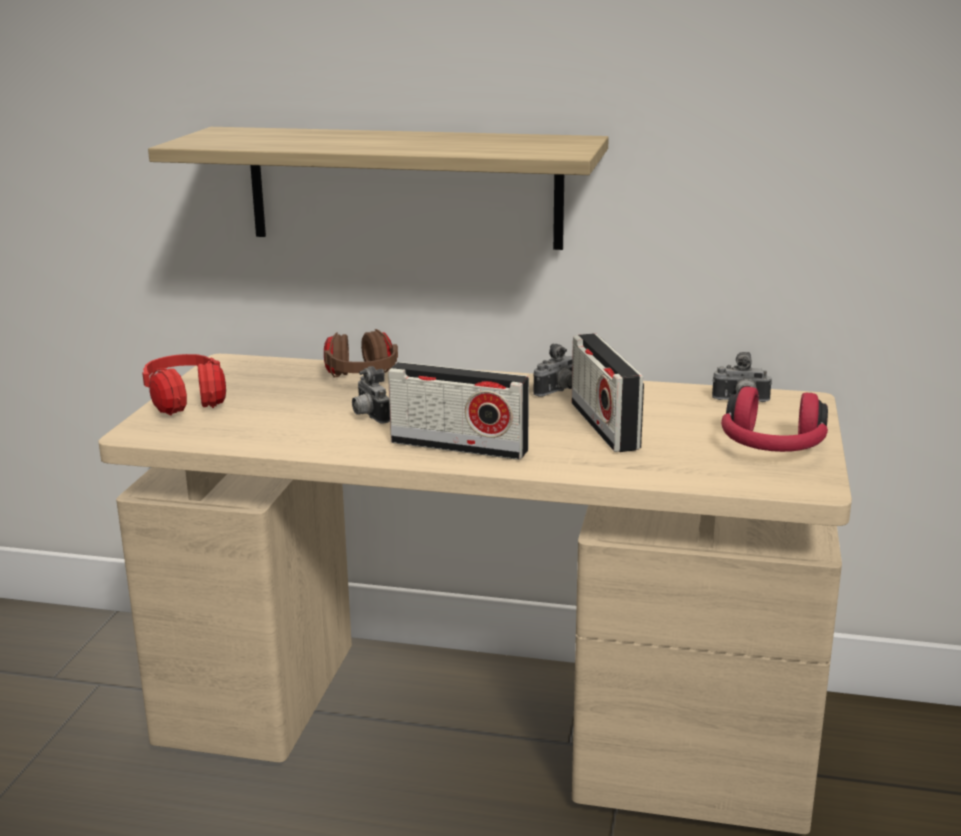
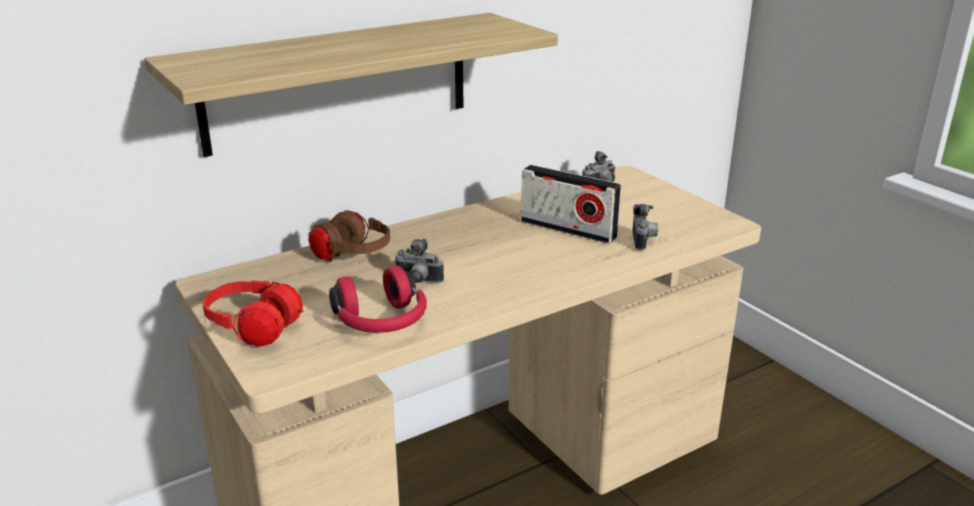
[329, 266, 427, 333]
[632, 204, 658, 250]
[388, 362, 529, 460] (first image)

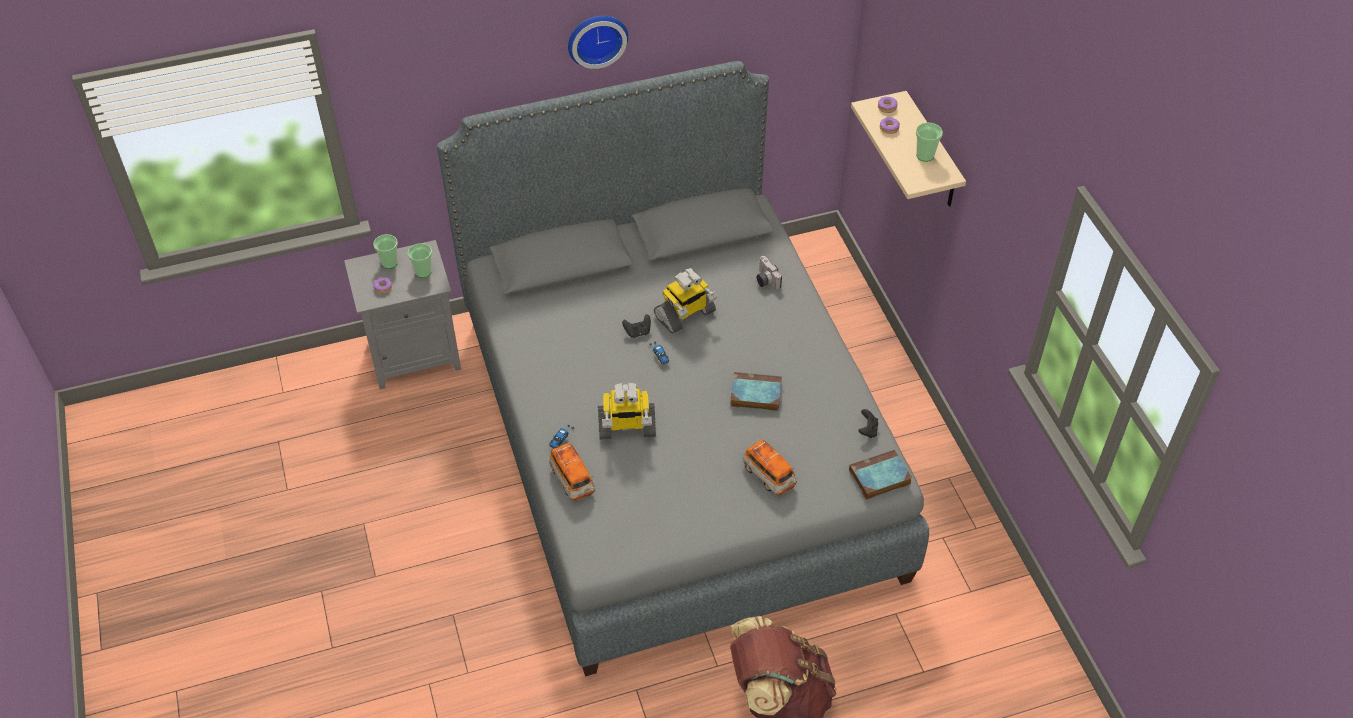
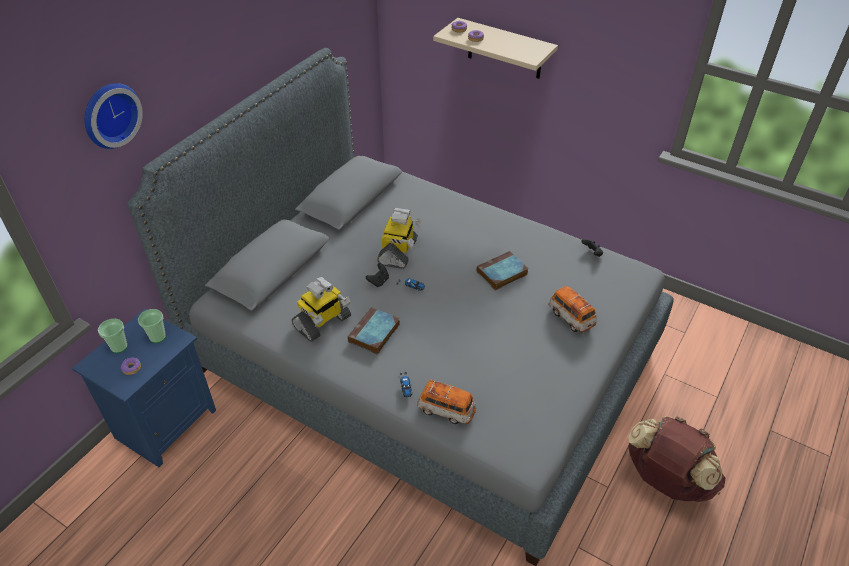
[72, 309, 216, 467]
[84, 83, 143, 149]
[291, 277, 351, 342]
[348, 307, 400, 355]
[548, 286, 597, 333]
[757, 256, 782, 290] (first image)
[916, 123, 943, 162] (first image)

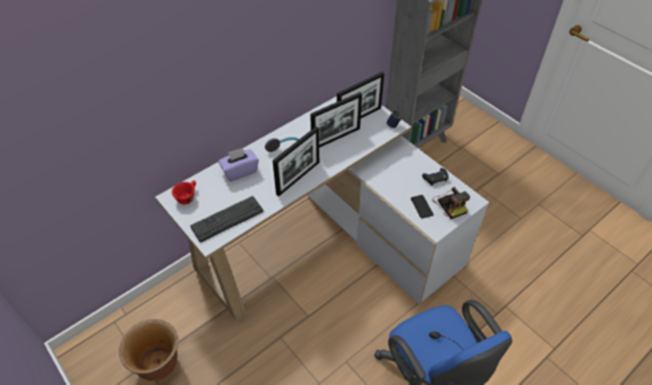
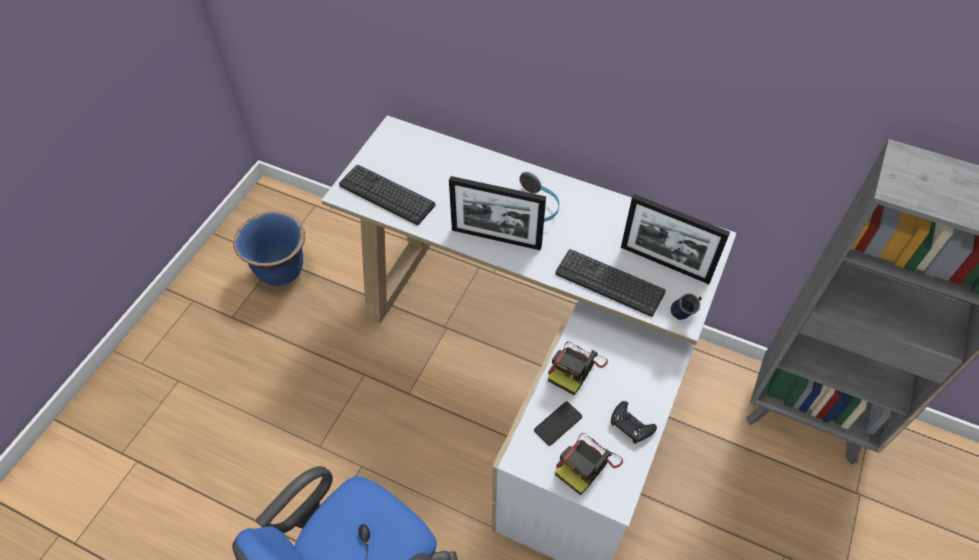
[234, 211, 305, 286]
[548, 342, 608, 395]
[555, 249, 666, 317]
[172, 181, 196, 204] (first image)
[218, 148, 259, 181] (first image)
[310, 92, 362, 148] (first image)

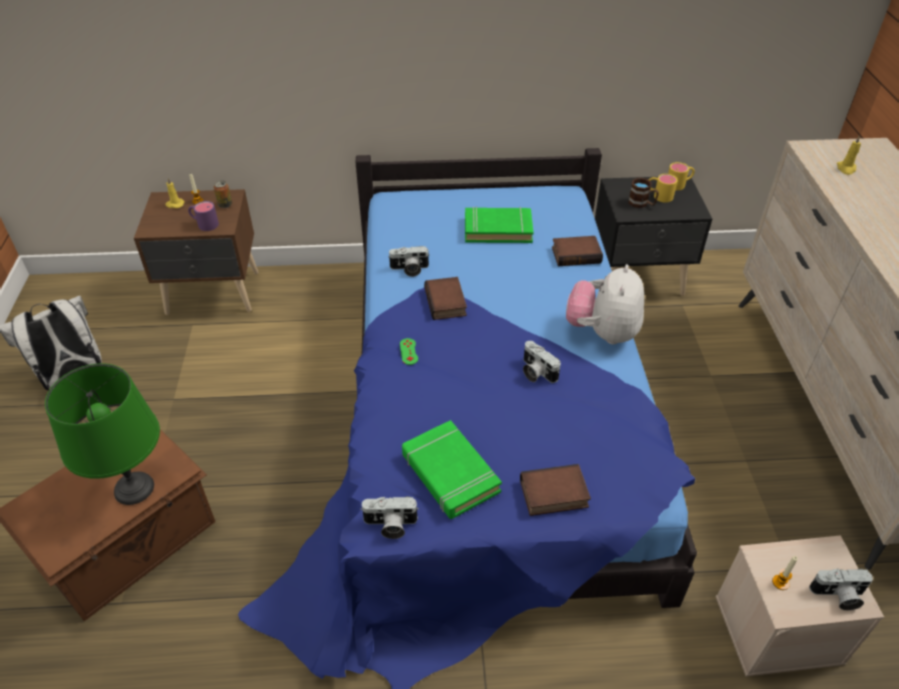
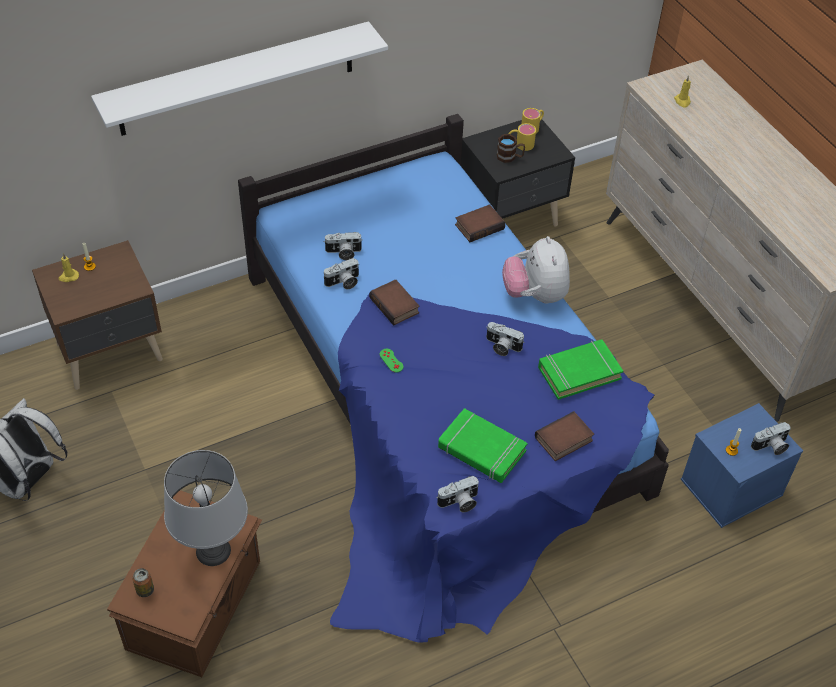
[91, 21, 388, 136]
[132, 568, 154, 597]
[164, 450, 248, 566]
[325, 232, 363, 260]
[538, 339, 623, 400]
[681, 403, 803, 528]
[188, 201, 219, 231] (first image)

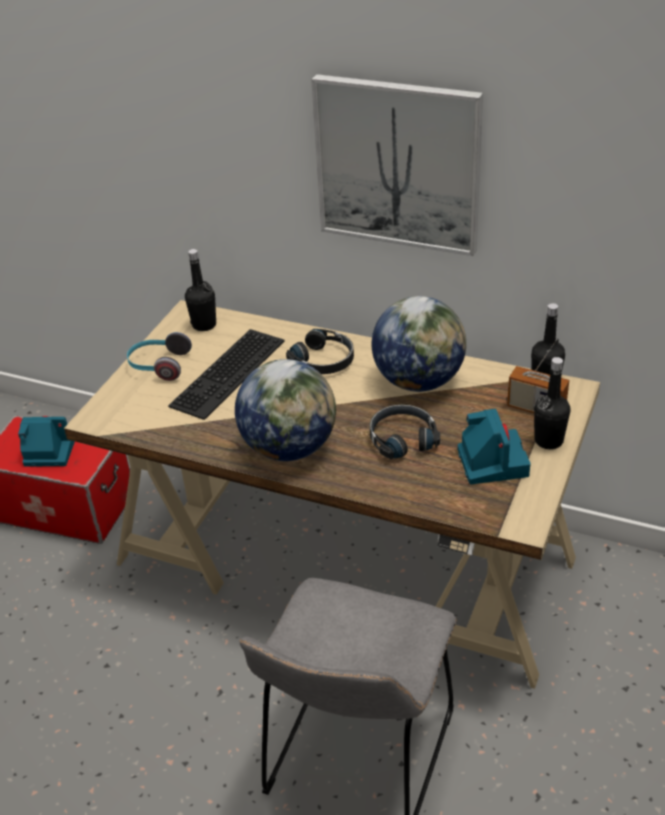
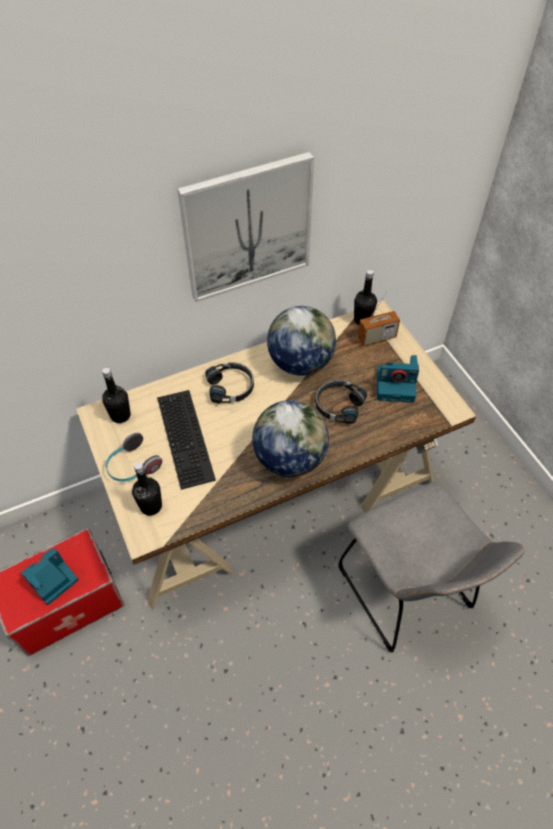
[132, 462, 162, 515]
[377, 355, 419, 403]

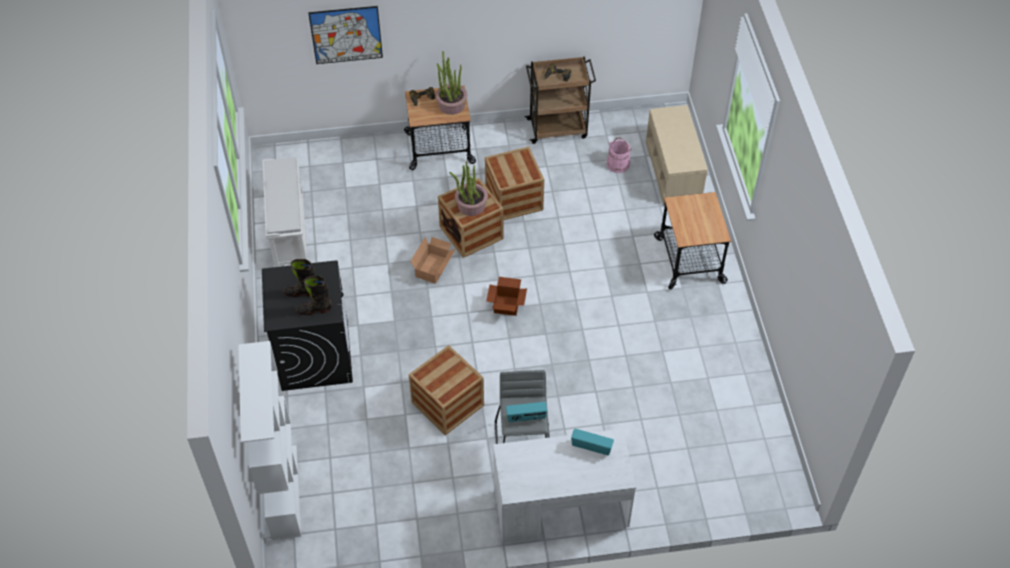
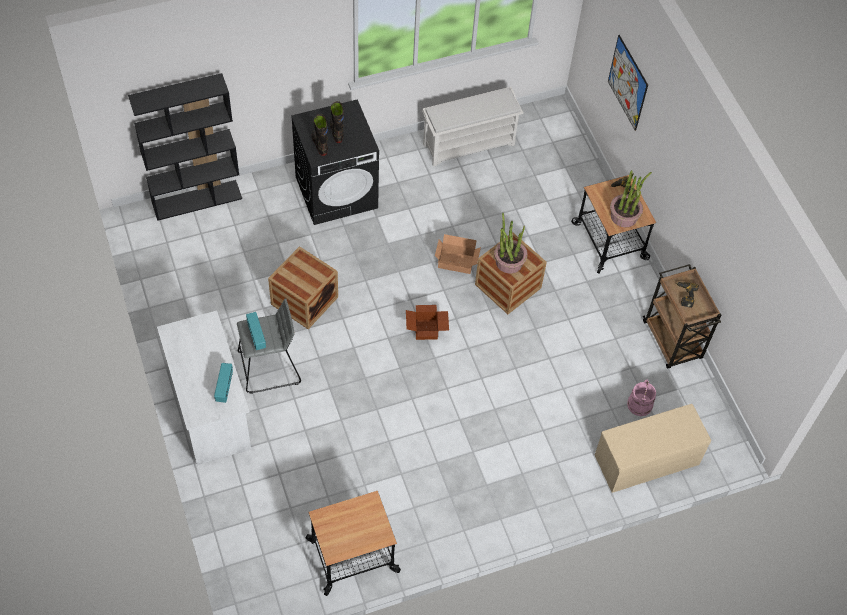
[128, 73, 242, 221]
[305, 491, 401, 596]
[485, 147, 544, 220] (first image)

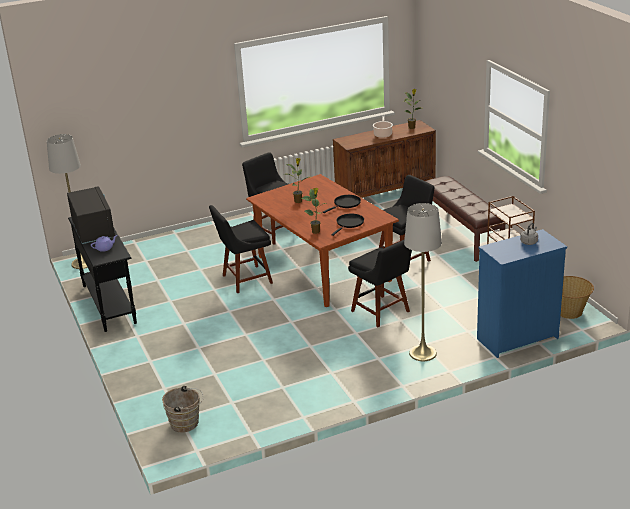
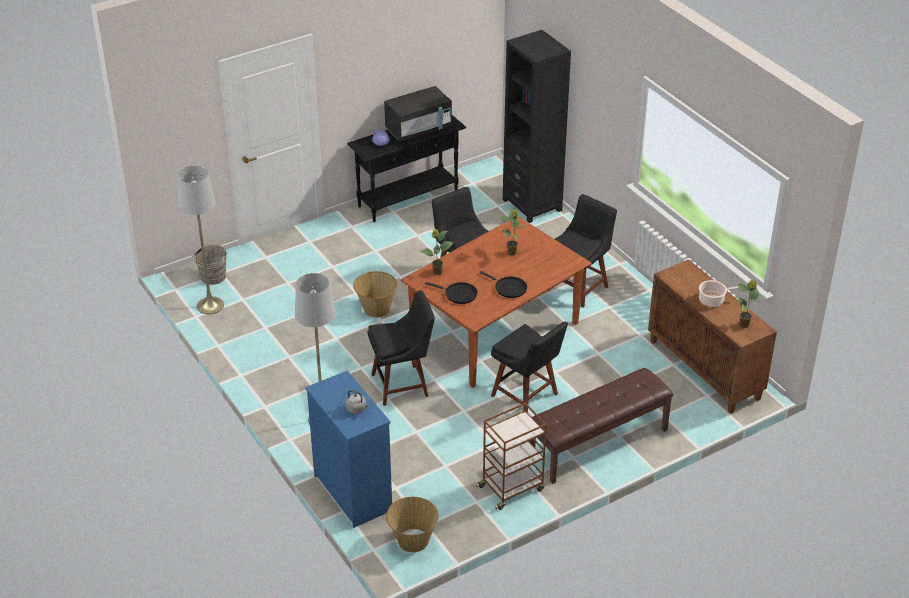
[178, 166, 224, 314]
[353, 271, 397, 318]
[368, 290, 435, 406]
[503, 30, 571, 223]

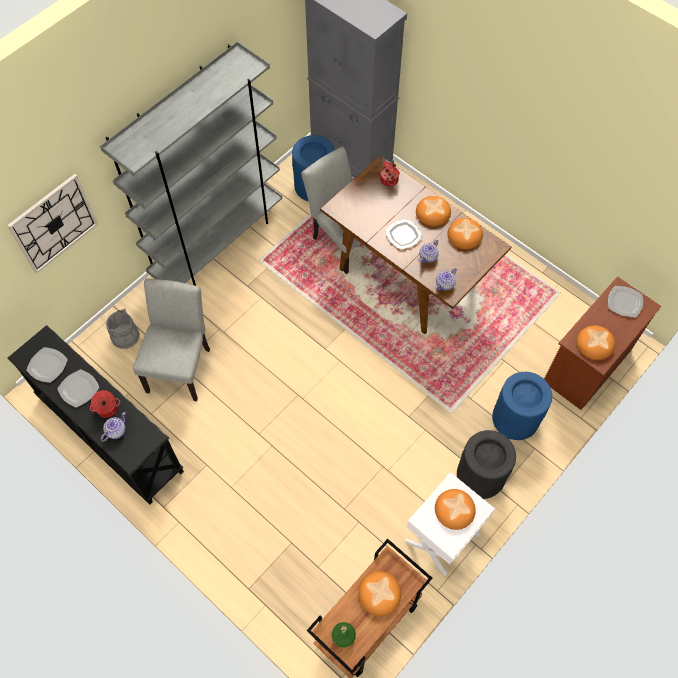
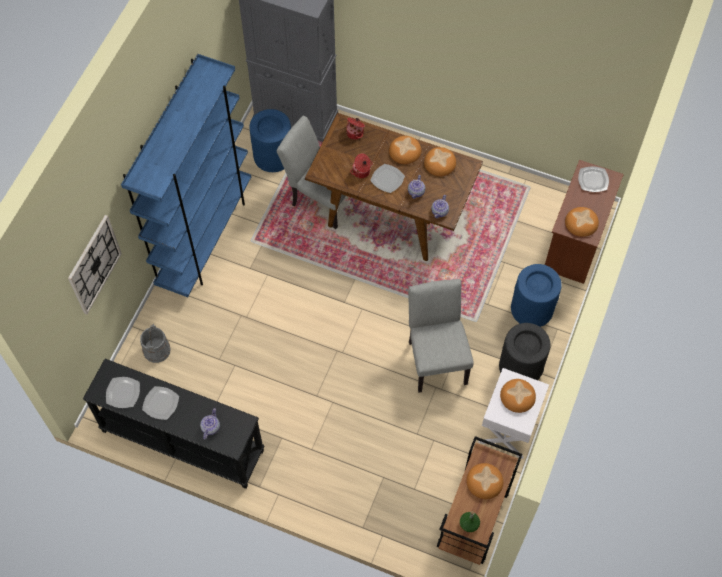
[121, 54, 251, 297]
[350, 154, 373, 178]
[408, 279, 474, 393]

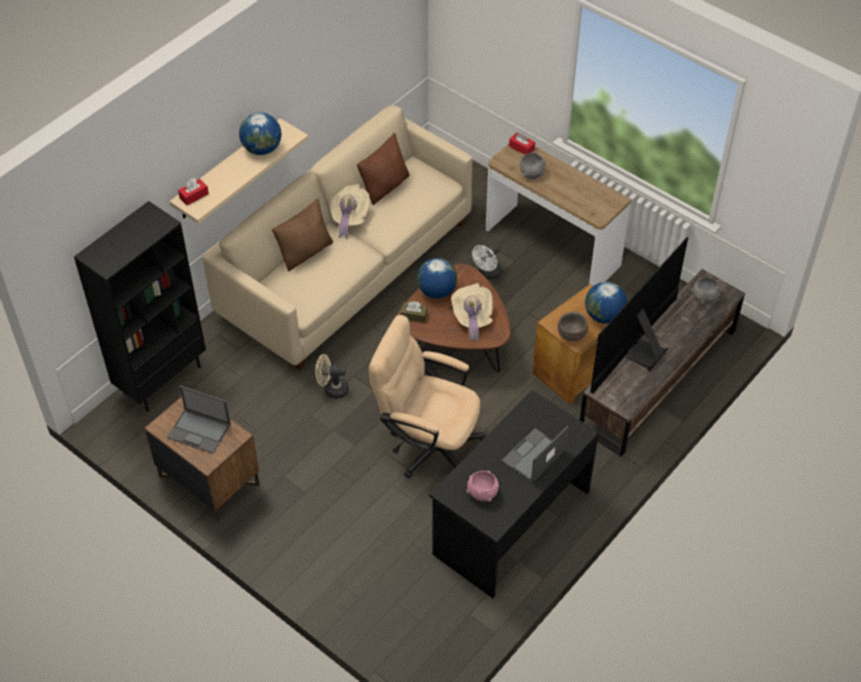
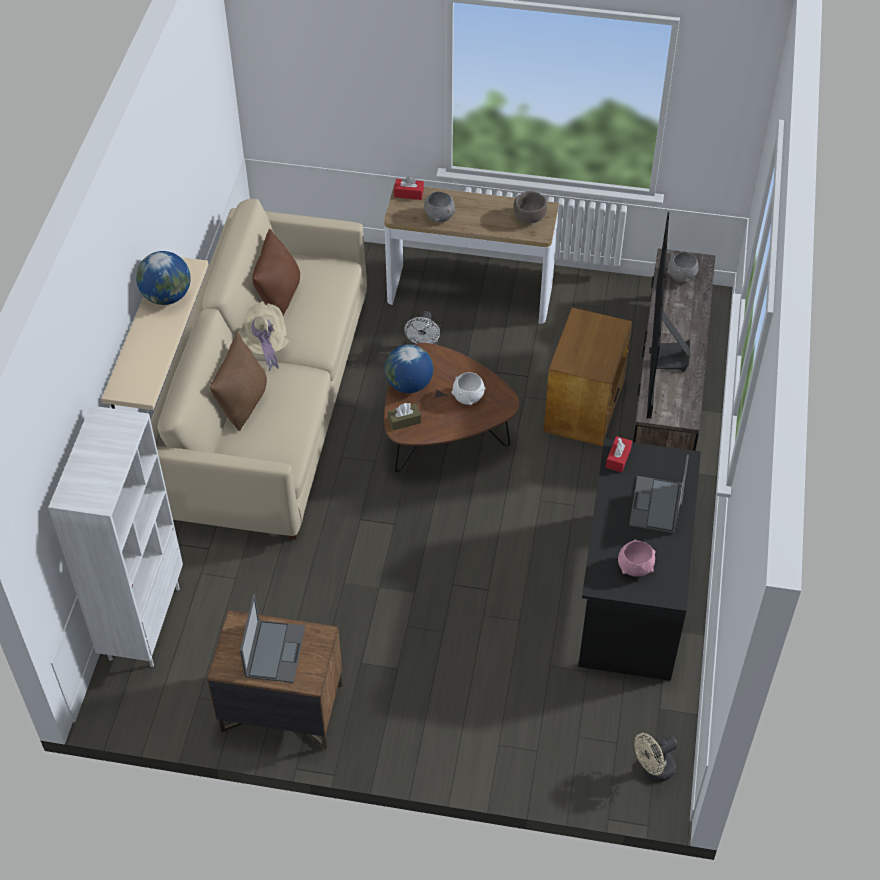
[48, 405, 183, 667]
[240, 594, 305, 683]
[451, 372, 486, 405]
[513, 191, 547, 224]
[606, 436, 632, 472]
[634, 733, 678, 782]
[369, 315, 486, 479] (first image)
[585, 282, 627, 324] (first image)

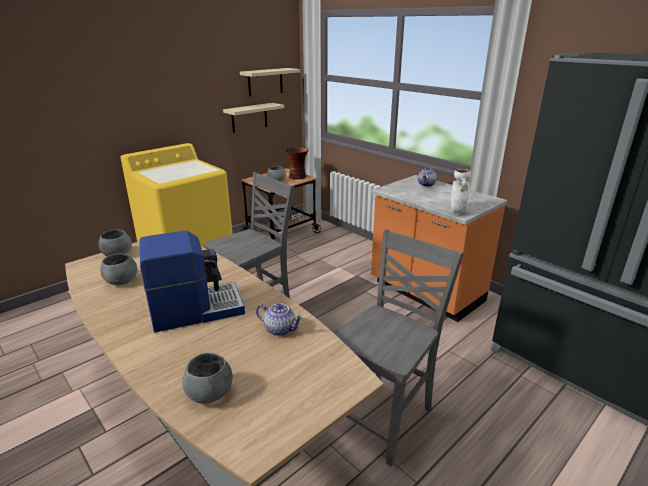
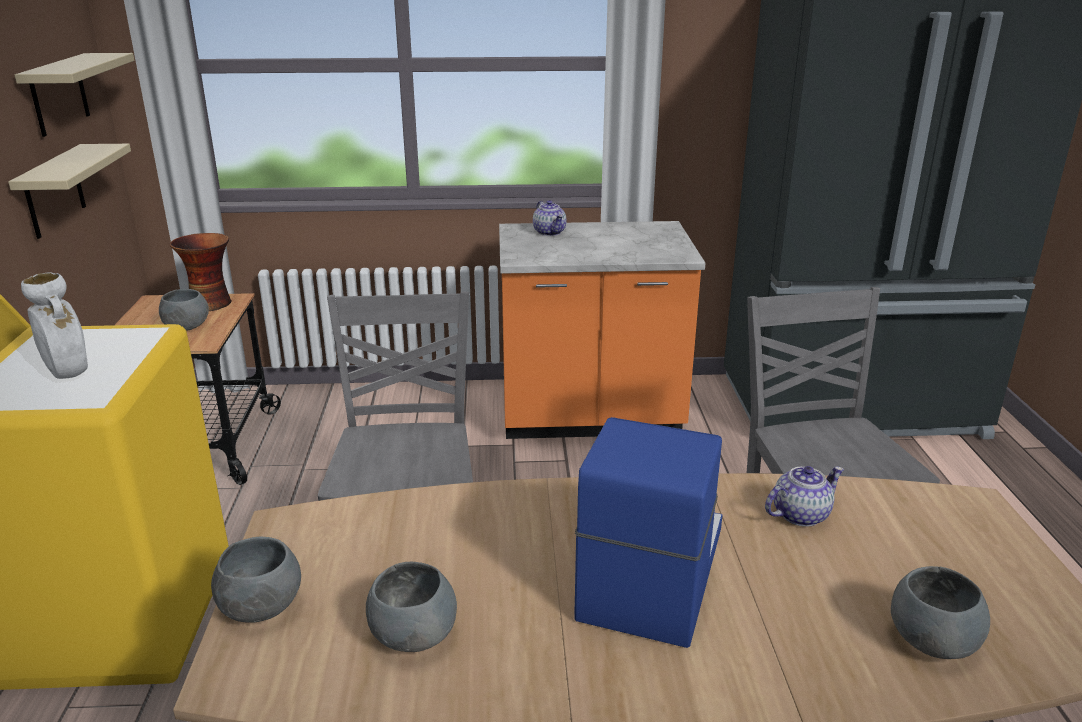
[21, 272, 88, 379]

